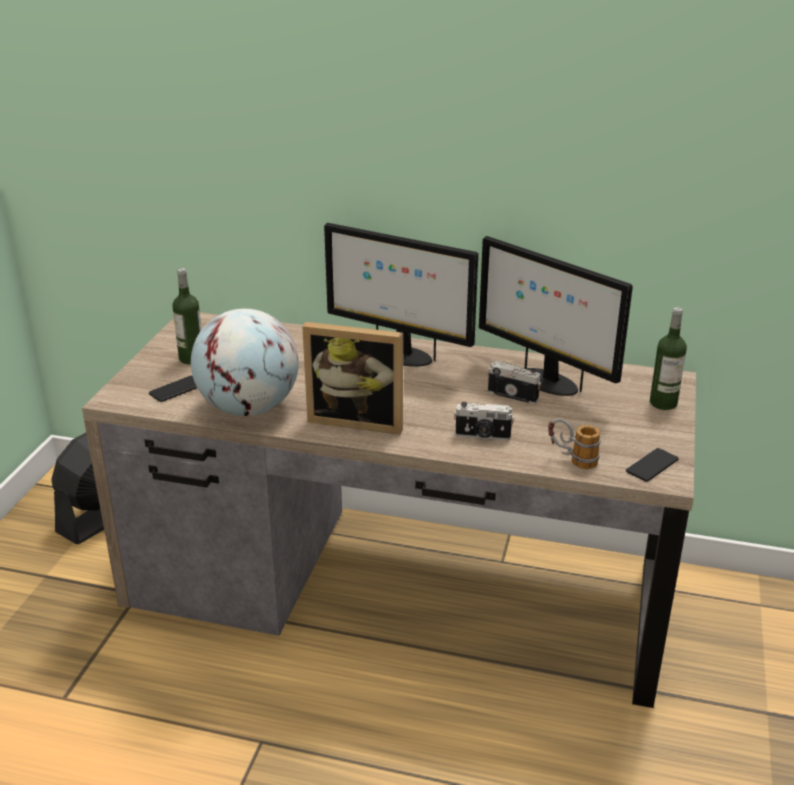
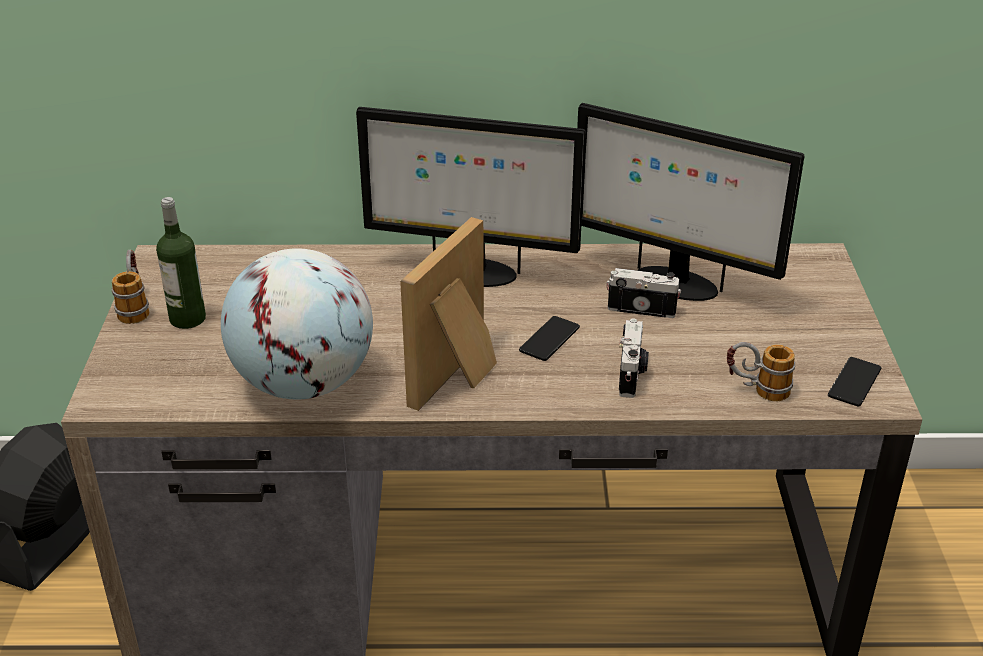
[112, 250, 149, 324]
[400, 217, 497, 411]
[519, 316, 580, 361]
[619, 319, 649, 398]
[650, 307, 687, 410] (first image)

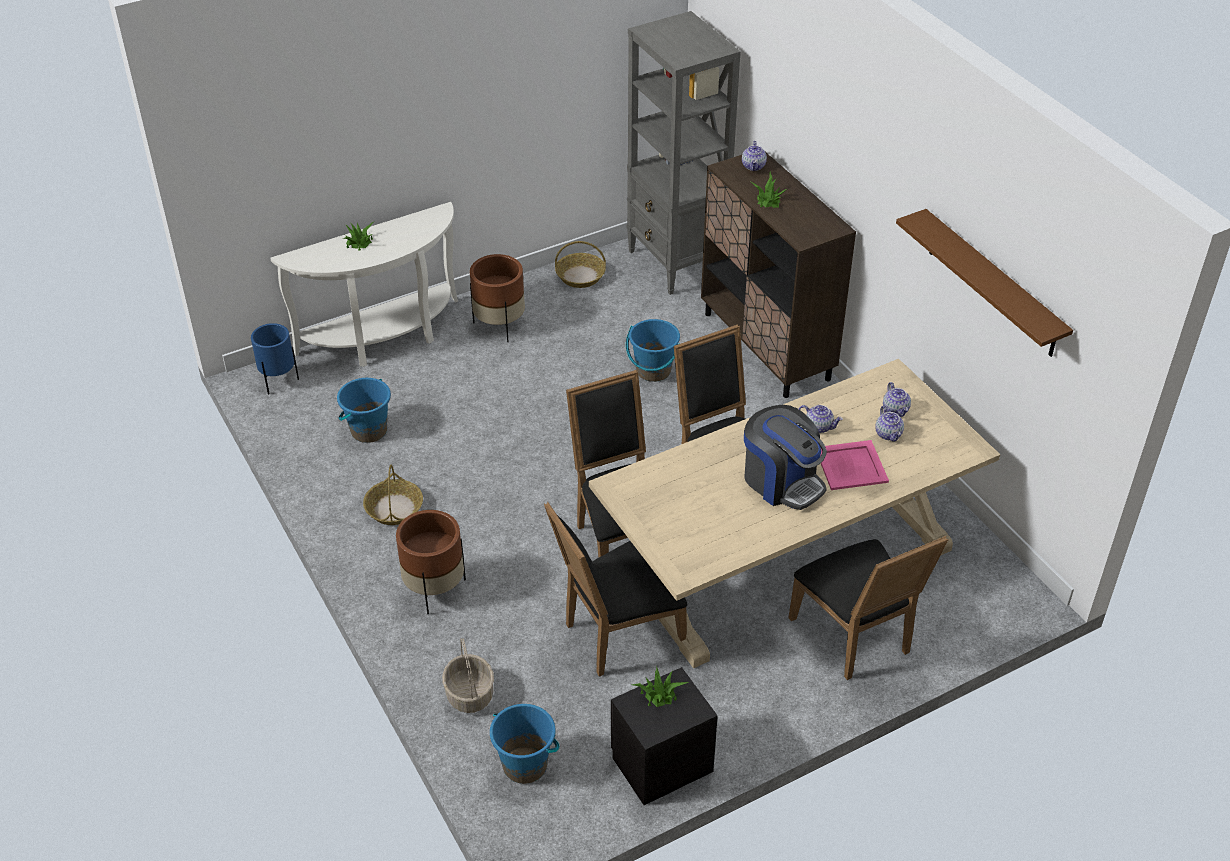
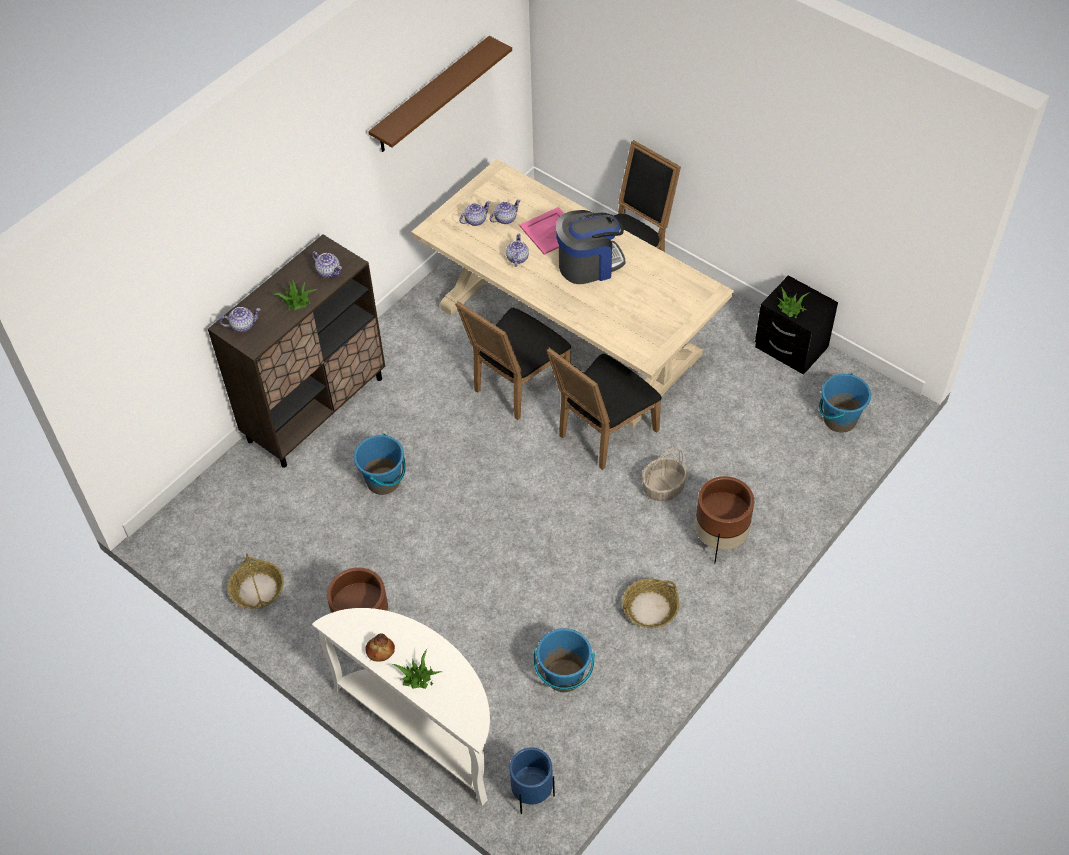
[311, 251, 342, 278]
[365, 633, 395, 662]
[556, 210, 626, 284]
[642, 448, 687, 501]
[544, 502, 687, 677] (first image)
[627, 11, 741, 295] (first image)

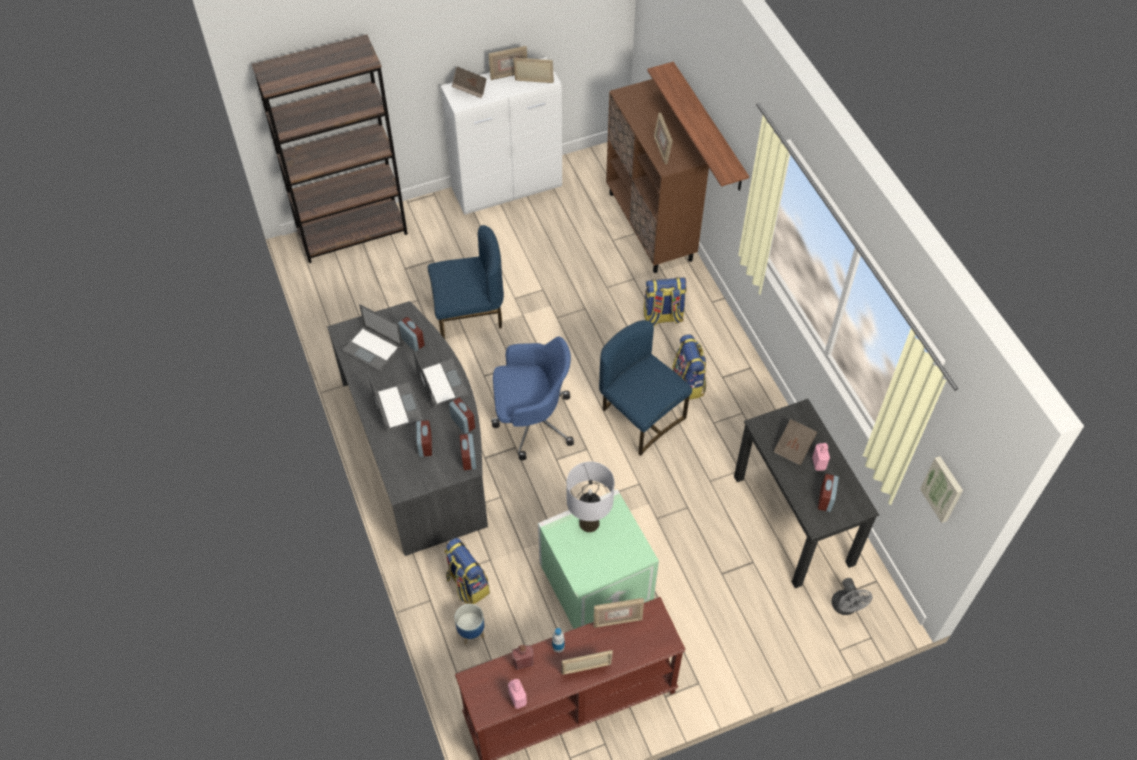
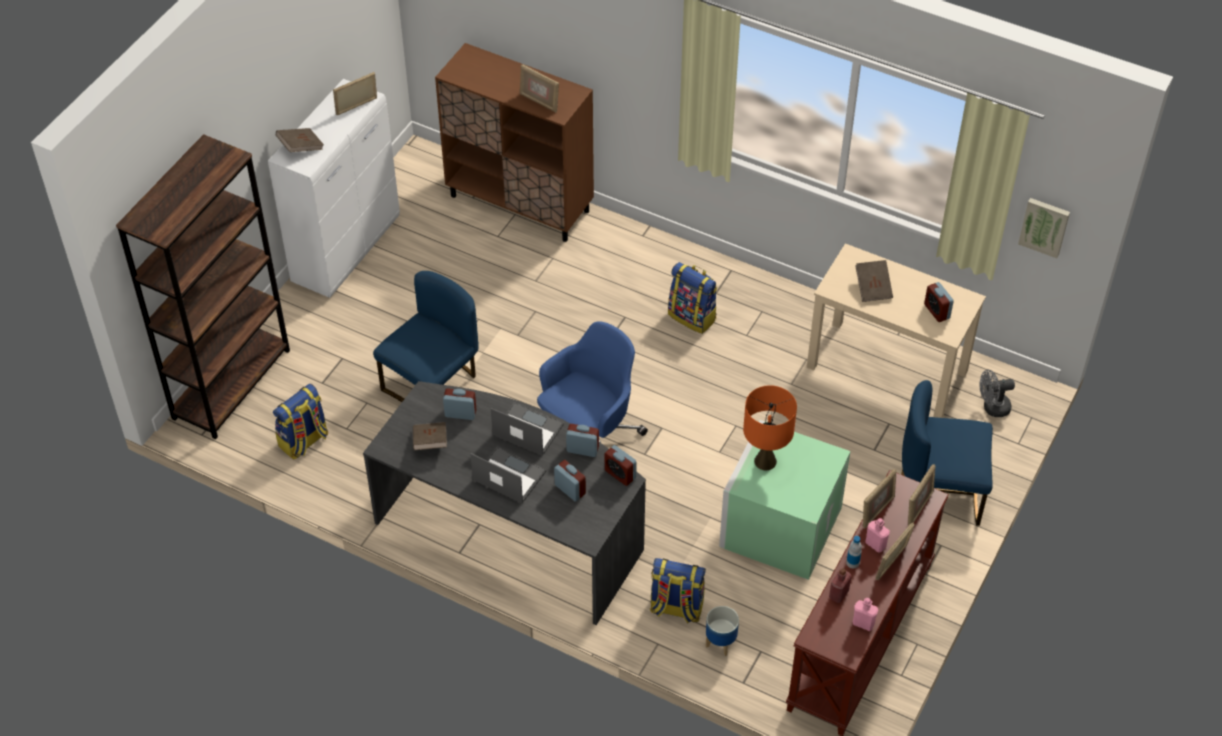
[273, 384, 328, 460]
[413, 422, 447, 450]
[743, 385, 797, 470]
[807, 243, 986, 418]
[865, 518, 890, 553]
[901, 380, 993, 526]
[908, 464, 935, 525]
[979, 370, 1015, 417]
[647, 62, 749, 191] (first image)

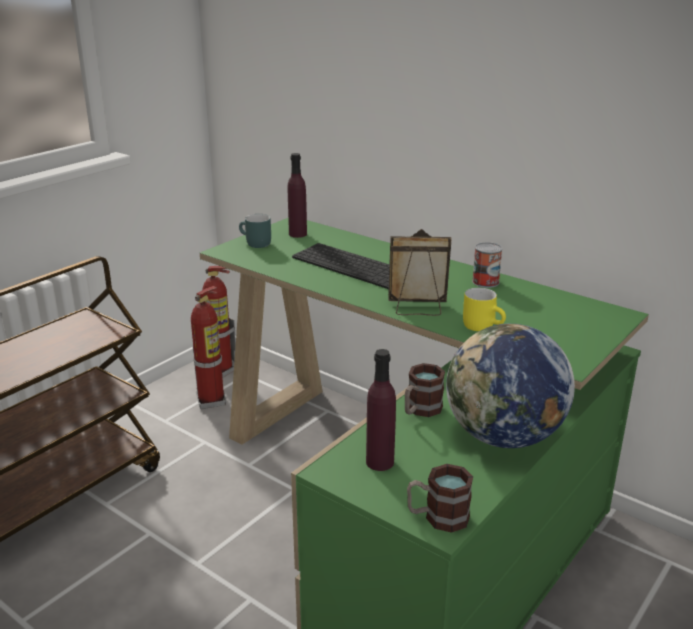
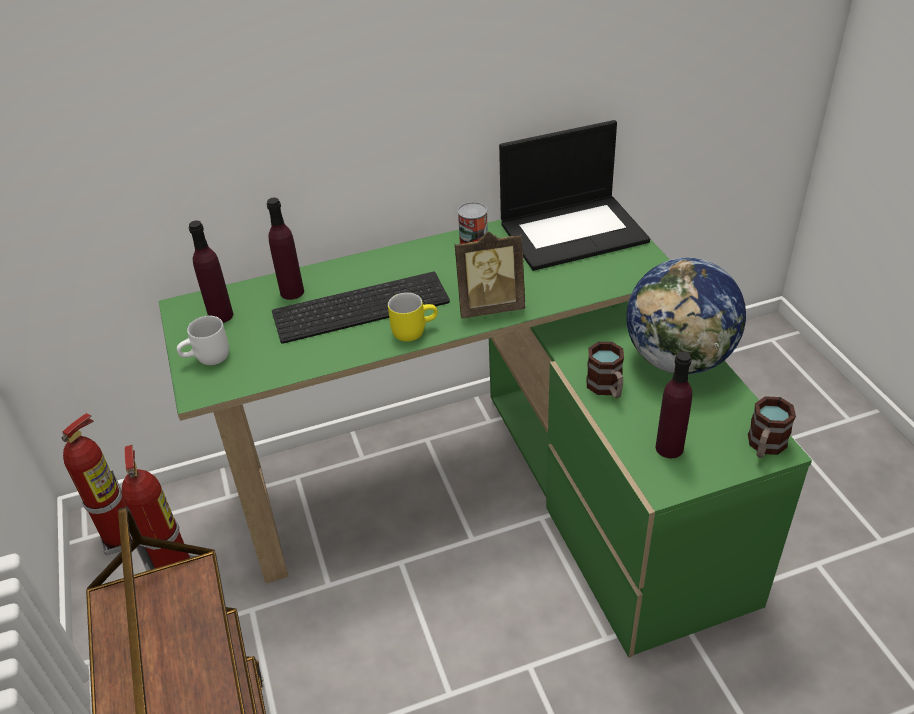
[177, 316, 229, 365]
[267, 198, 304, 300]
[388, 292, 438, 342]
[455, 231, 525, 318]
[499, 120, 650, 271]

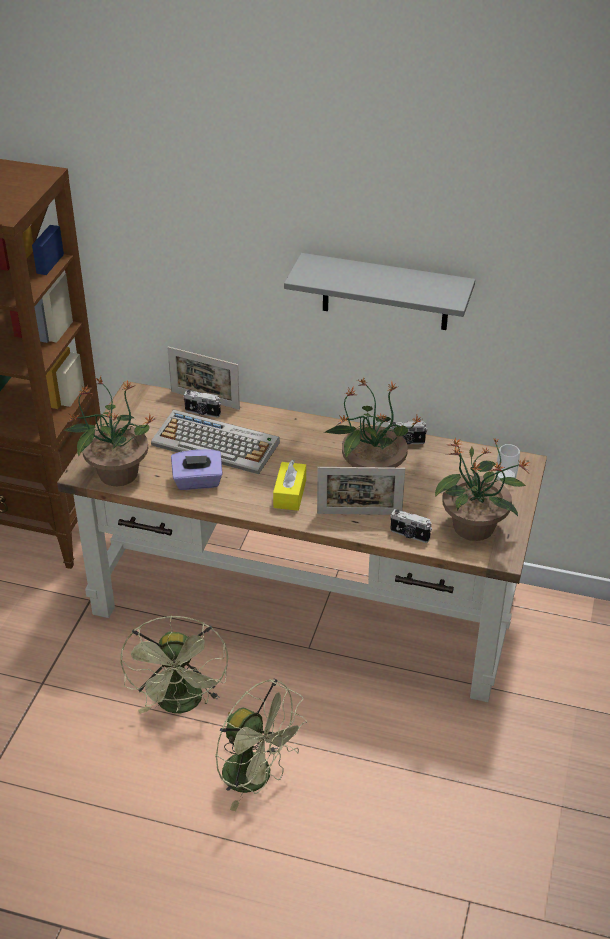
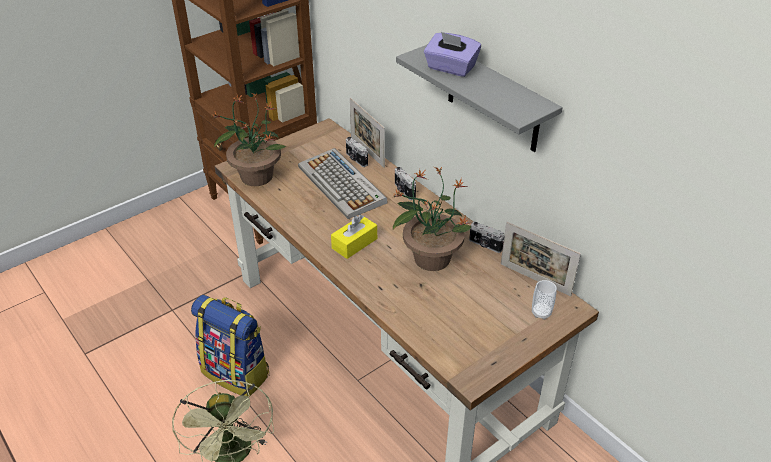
[191, 295, 269, 397]
[395, 167, 416, 200]
[424, 32, 481, 77]
[501, 222, 581, 296]
[435, 437, 530, 541] (first image)

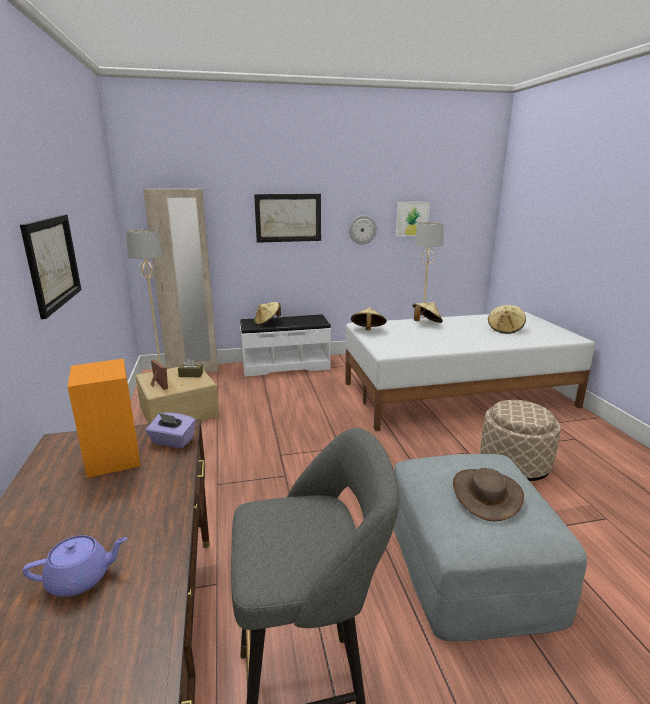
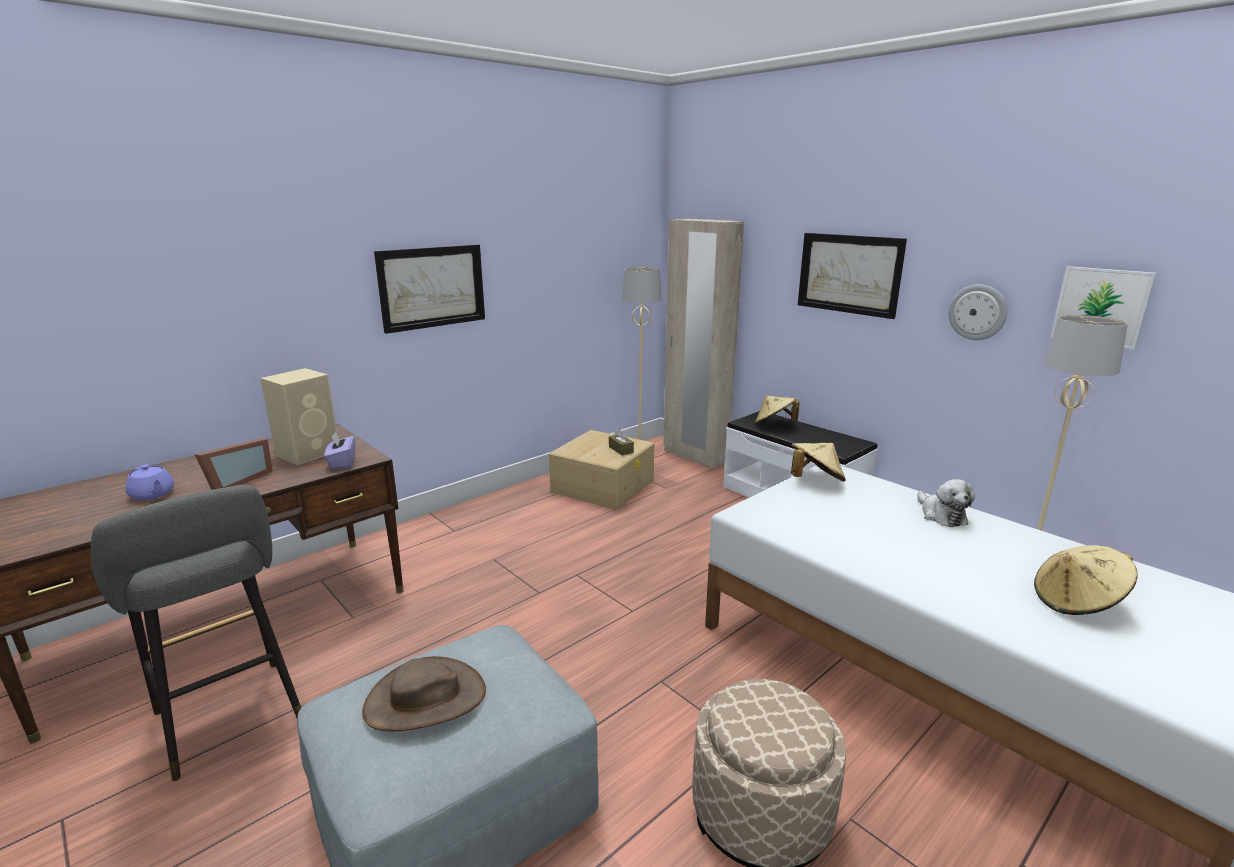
[195, 438, 273, 490]
[260, 368, 337, 465]
[918, 479, 975, 527]

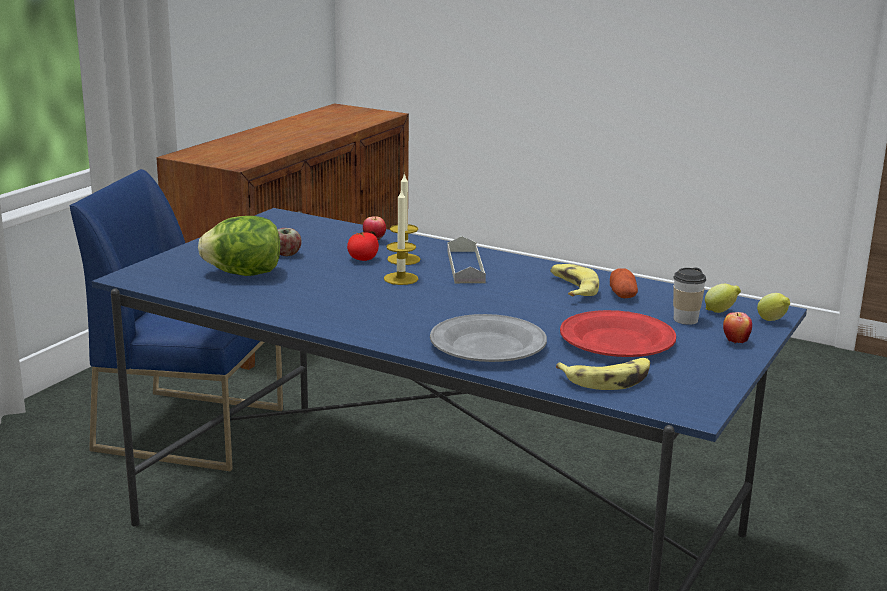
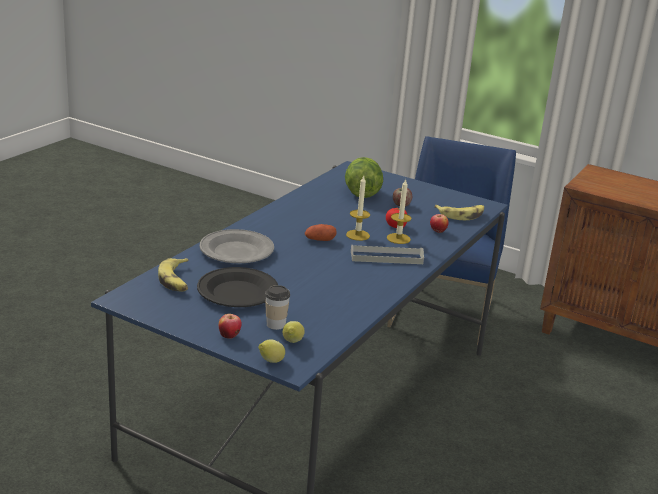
[197, 267, 278, 307]
[305, 224, 337, 241]
[434, 205, 484, 220]

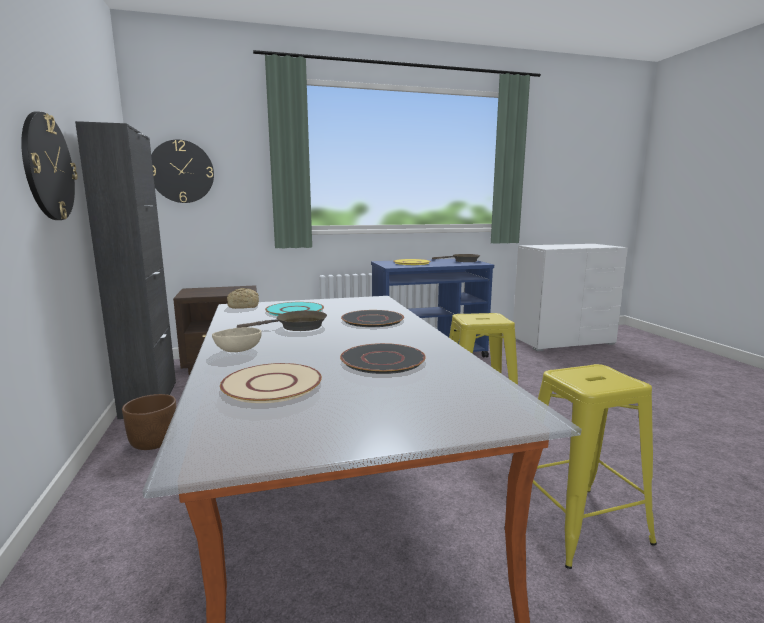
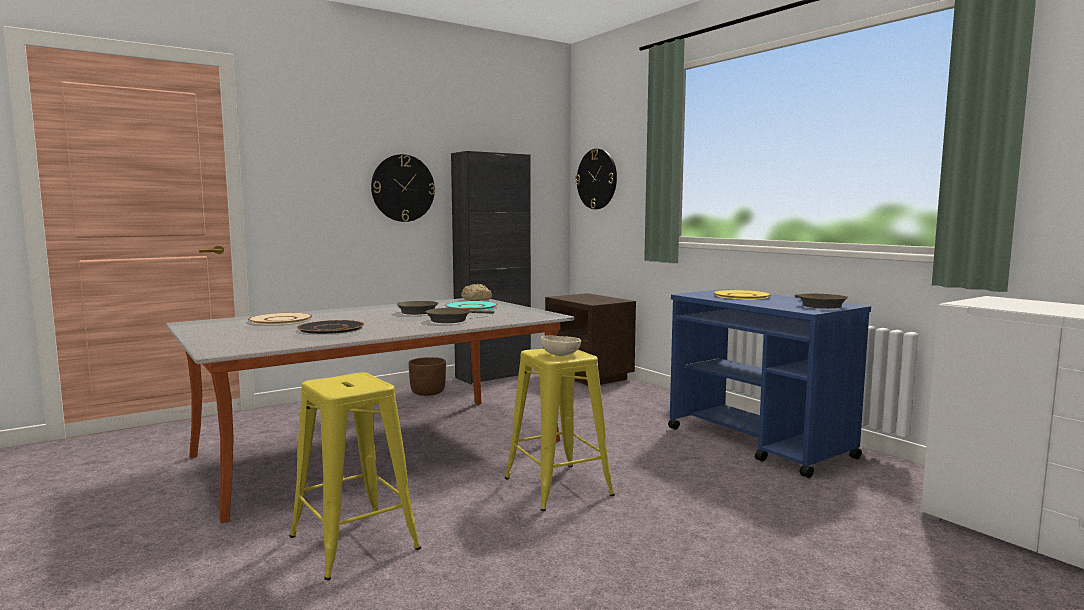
[425, 308, 494, 323]
[541, 335, 581, 356]

